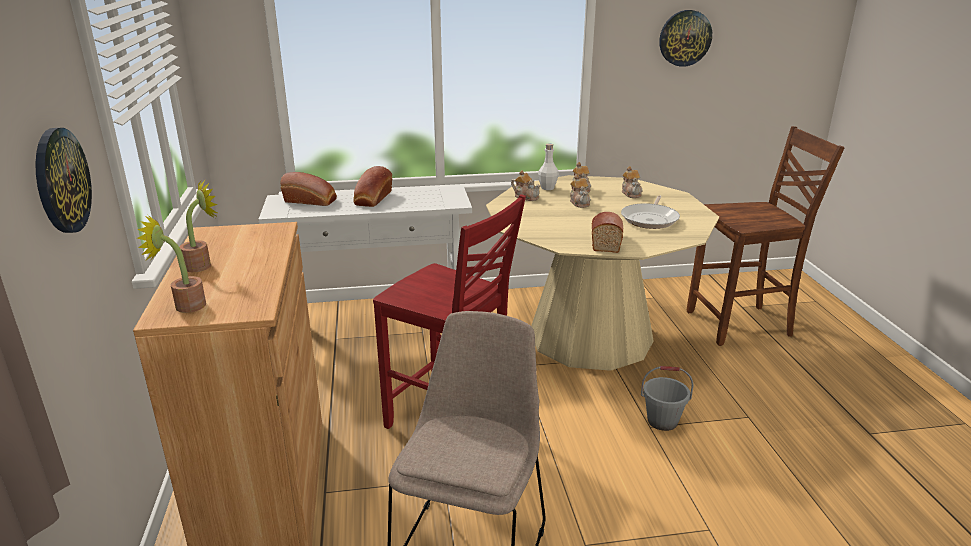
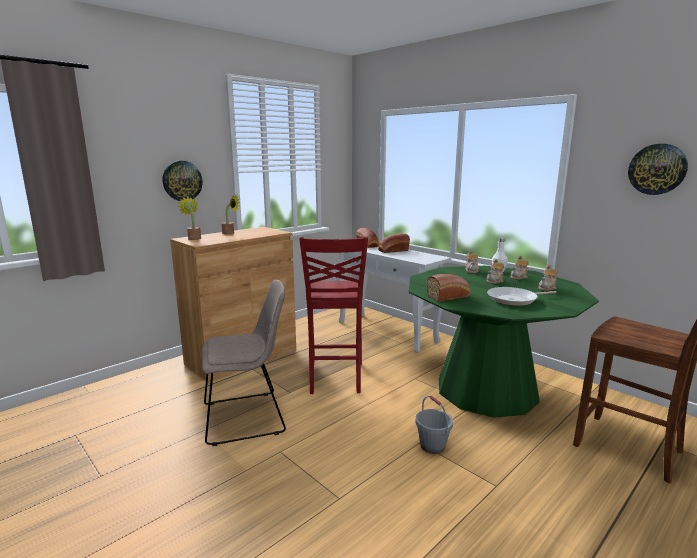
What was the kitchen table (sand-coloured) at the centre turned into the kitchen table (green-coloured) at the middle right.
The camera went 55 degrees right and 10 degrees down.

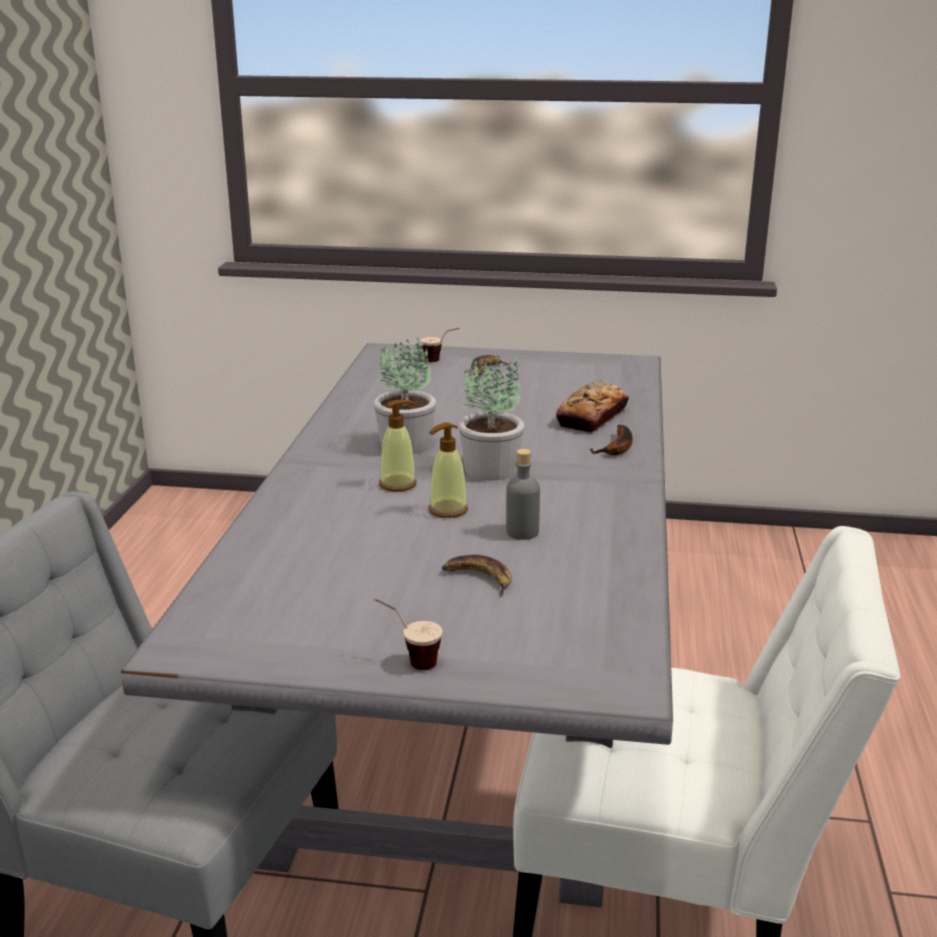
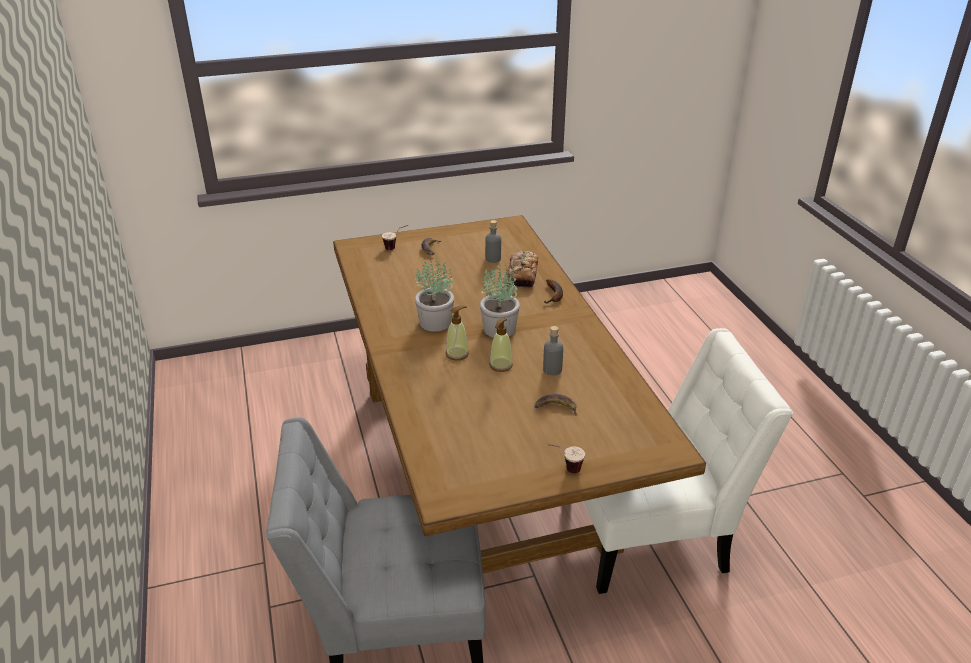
The second view gained the beverage bottle (gray) (1st from left) at the centre.
What was the kitchen table (gray) at the bottom centre turned into the kitchen table (brown) at the centre.
The camera went 25 degrees left and 10 degrees up.

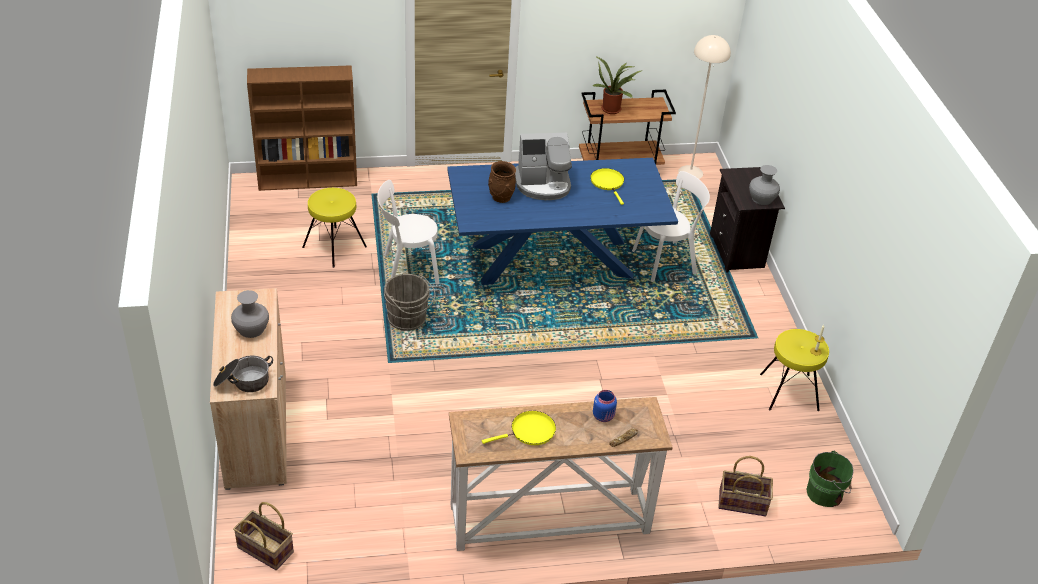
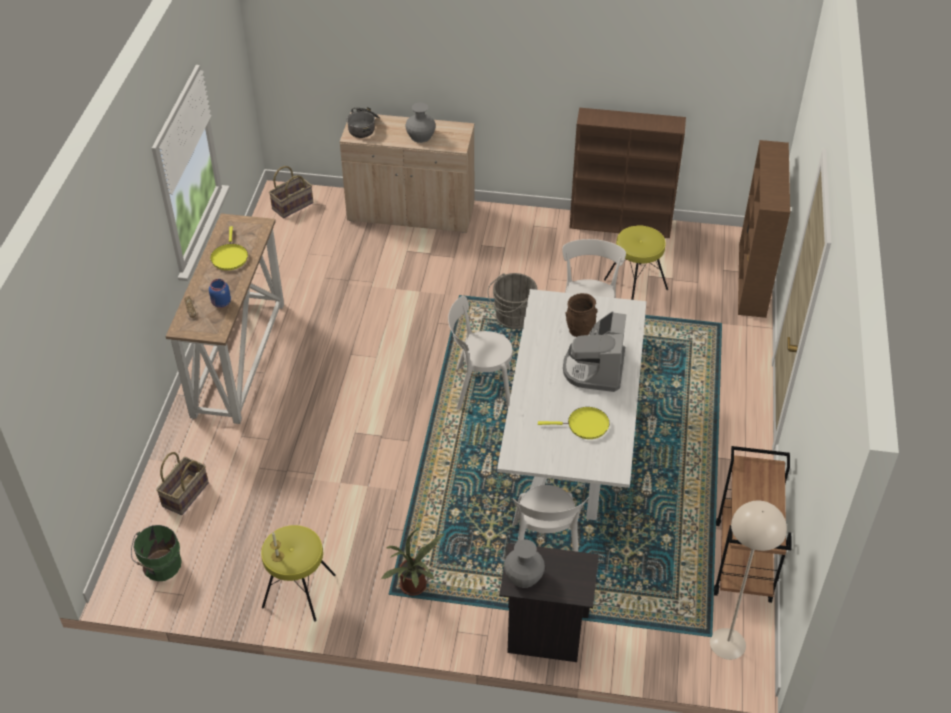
The second view gained the chair (white) (1st from left) at the centre.
The second view gained the shelving unit (brown) (1st from left) at the top centre.
The houseplant ended up elsewhere, having gone from the top centre to the bottom centre.
What was the kitchen table (blue-coloured) at the centre turned into the kitchen table (white) at the centre.
The camera went 110 degrees right and 5 degrees up.

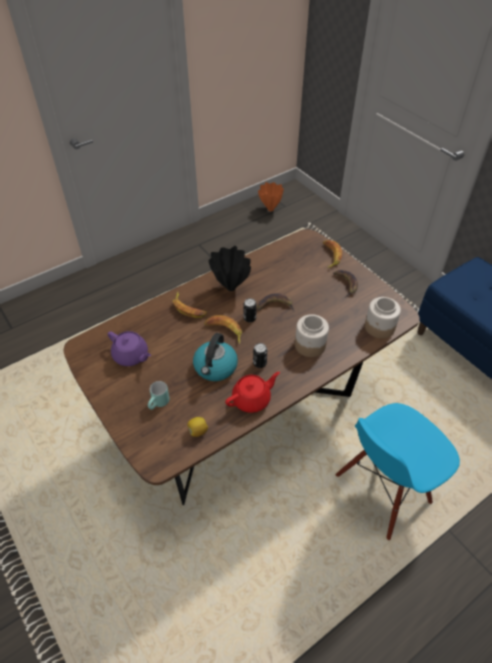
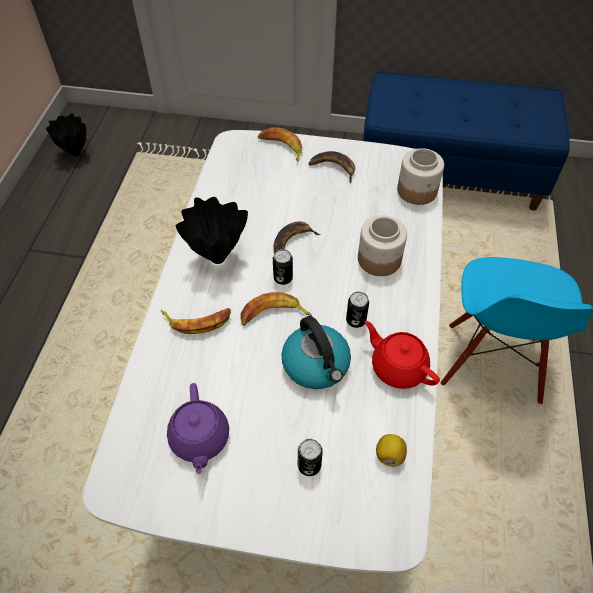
Where the mug (turquoise) stood at the middle left, the can (2nd from left) came to stand at the bottom centre.
What was the kitchen table (brown) at the centre turned into the kitchen table (white) at the centre.
What was the vase (orange) at the top centre turned into the vase (black-coloured) (1st from left) at the top left.
The pot for tea (purple) at the middle left ended up facing another way, 90 degrees clockwise from before.
The pot for tea (red-coloured) at the centre ended up facing another way, 60 degrees counterclockwise from before.
The camera went 45 degrees left and 5 degrees up.

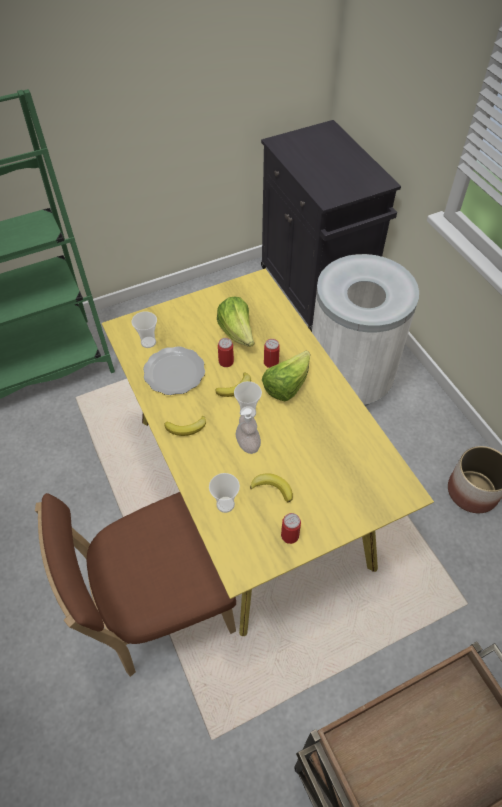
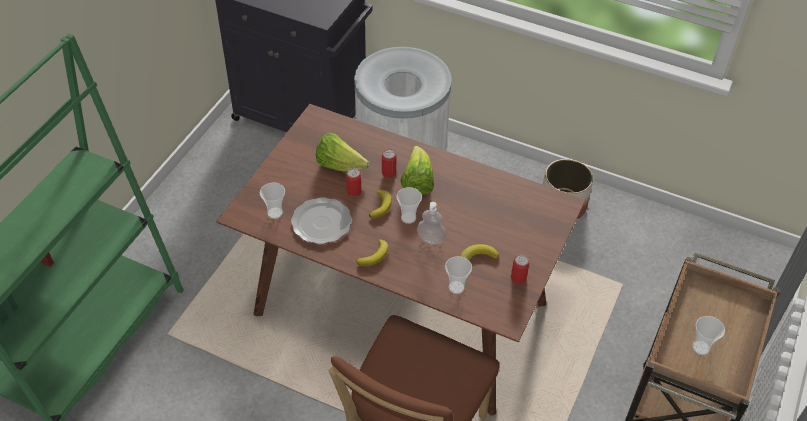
The second view gained the drinking cup (4th from left) at the bottom right.
What was the kitchen table (yellowish) at the centre turned into the kitchen table (brown) at the centre.
The camera went 40 degrees left and 5 degrees down.

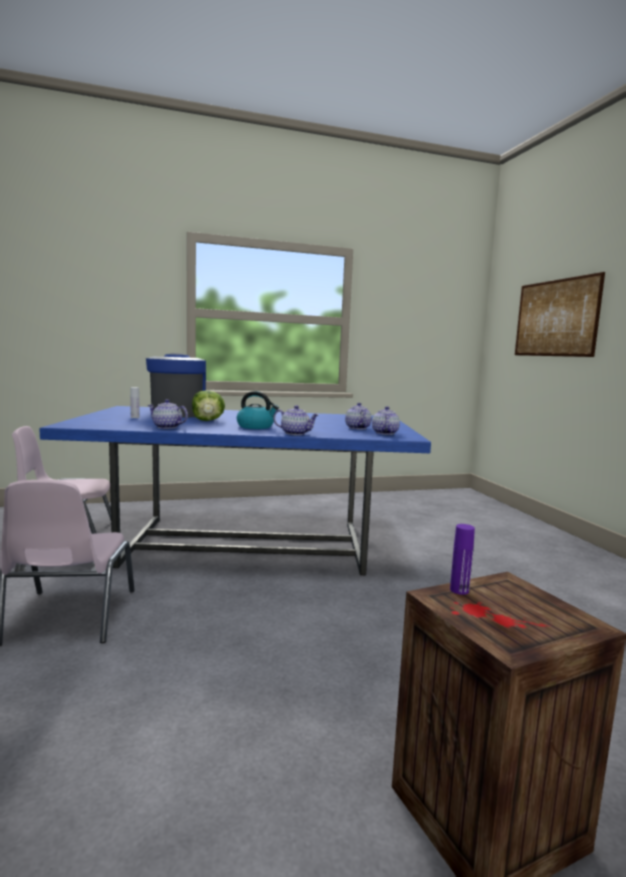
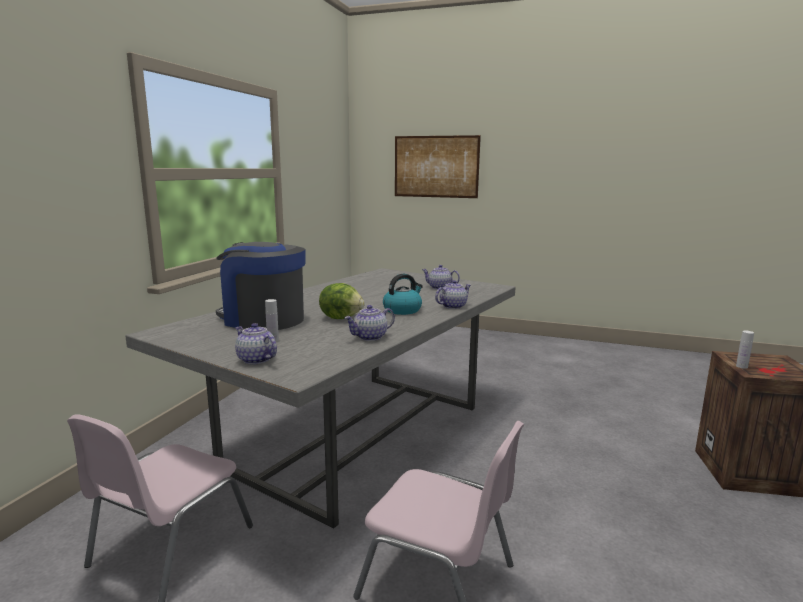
The pot for tea (4th from left in the first image) ended up elsewhere, having gone from the centre to the middle left.
What was the kitchen table (blue-coloured) at the centre turned into the kitchen table (gray) at the centre.
What was the beverage bottle (purple) at the middle right turned into the beverage bottle (white) (2nd from left) at the middle right.
The camera went 55 degrees left and 5 degrees up.

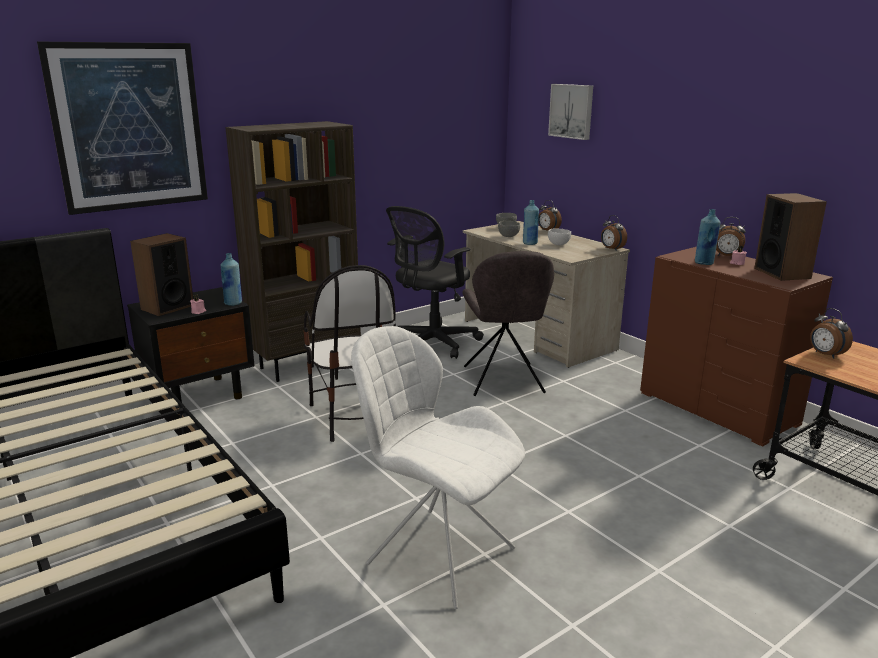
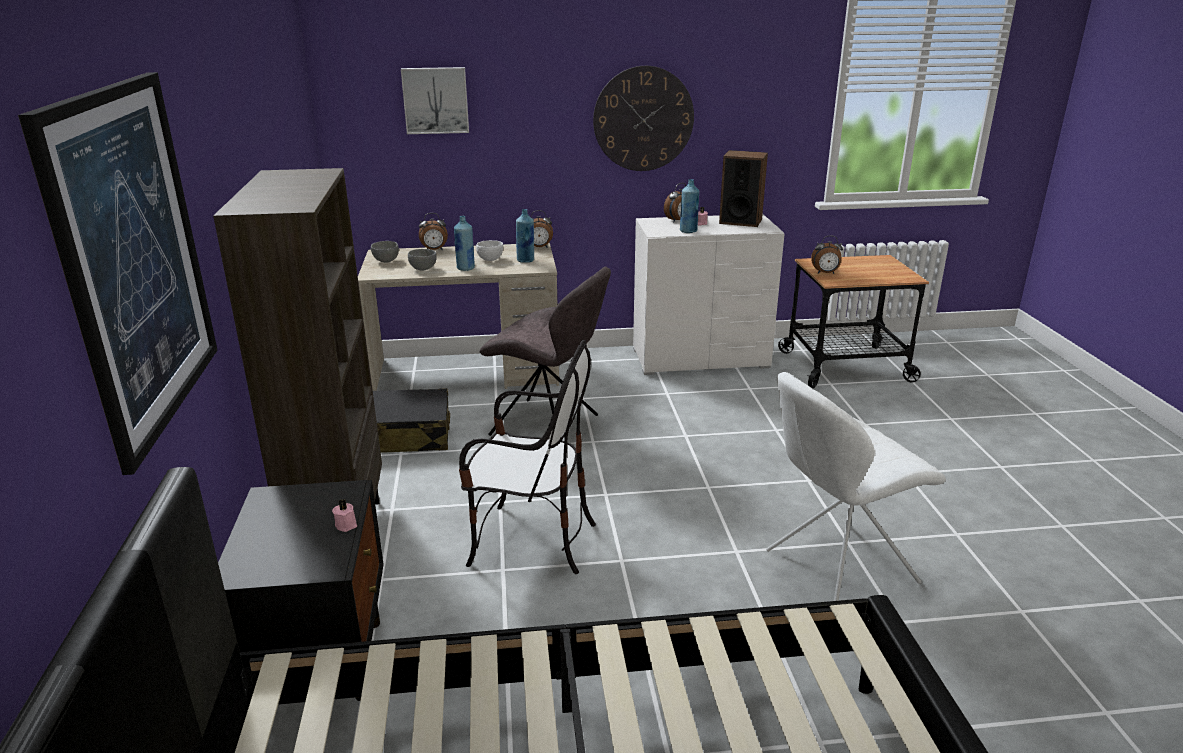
The second view lost the audio speaker (1st from left) at the middle left.
The second view gained the wall clock at the top centre.
The beverage bottle (blue-coloured) (1st from left in the first image) ended up elsewhere, having gone from the middle left to the top centre.
Where the computer chair (black-coloured) stood at the centre, the suitcase (black-coloured) came to stand at the centre.
What was the dresser (brown) at the middle right turned into the dresser (white) at the centre.
The camera went 60 degrees left and 5 degrees up.

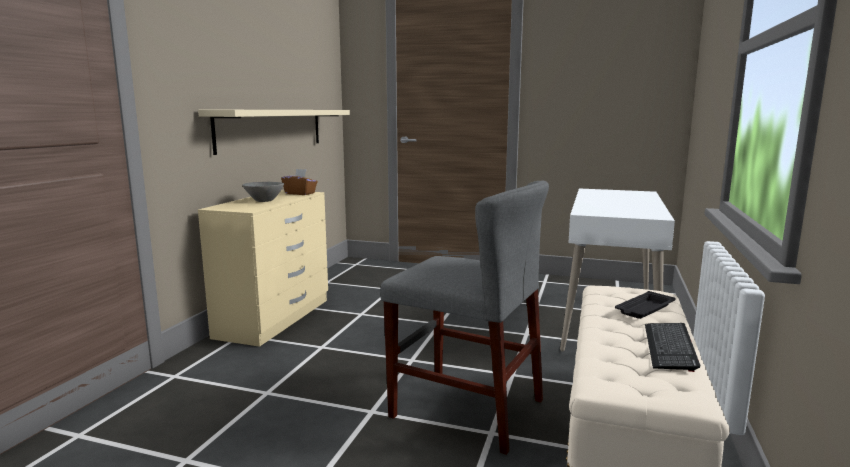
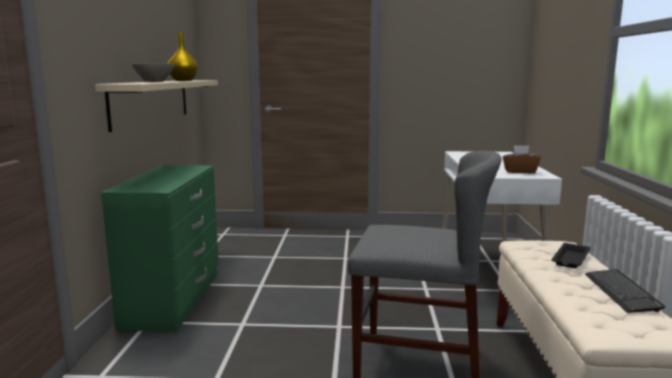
The second view gained the vase (yellowish) at the top left.
The serving bowl (gray) ended up elsewhere, having gone from the middle left to the top left.
The tissue holder (brown) ended up elsewhere, having gone from the centre to the middle right.
What was the dresser (sand-coloured) at the middle left turned into the dresser (green-coloured) at the middle left.
The camera went 15 degrees left and 0 degrees up.

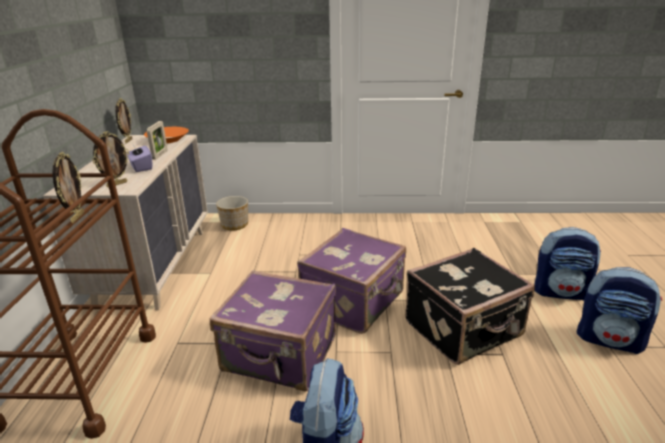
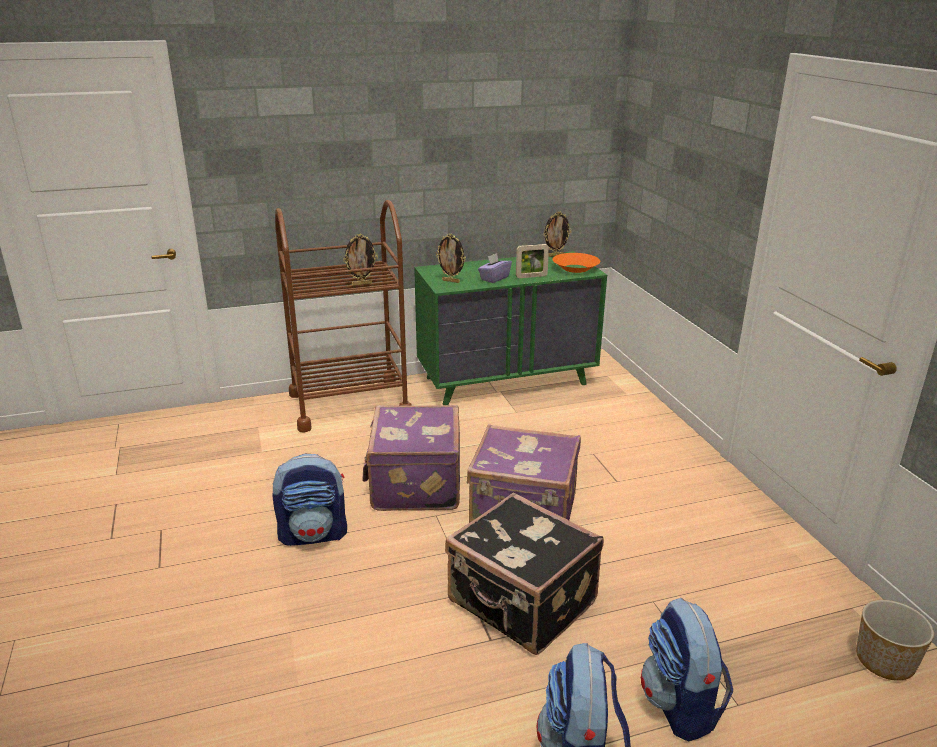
The plant pot ended up elsewhere, having gone from the centre to the bottom right.
What was the dresser (sand-coloured) at the middle left turned into the dresser (green-coloured) at the centre.
The camera went 70 degrees right and 0 degrees up.

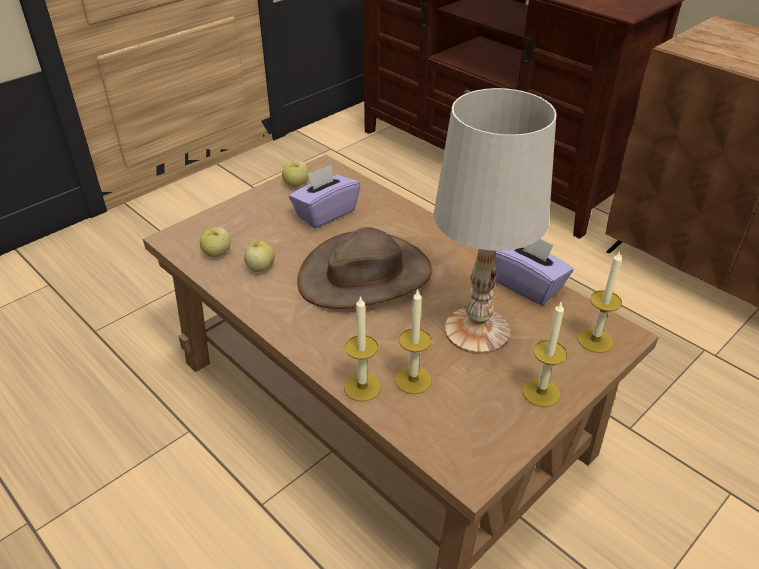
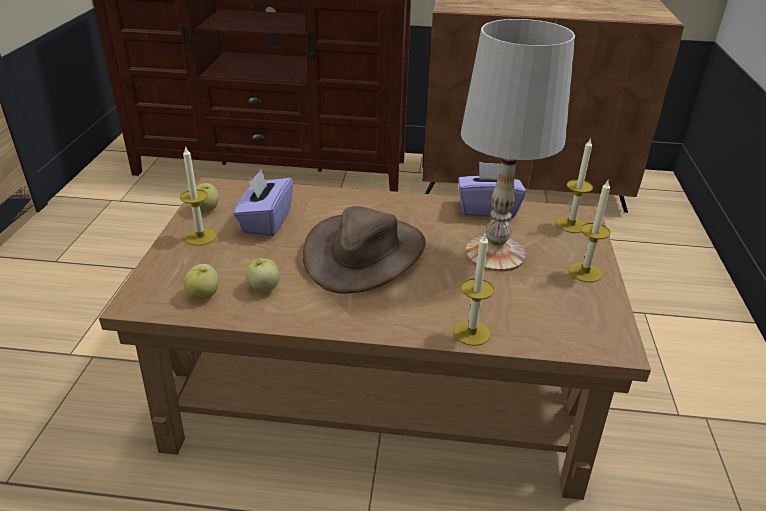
The candle (2nd from left in the first image) ended up elsewhere, having gone from the centre to the middle left.
The camera went 40 degrees left and 5 degrees down.

